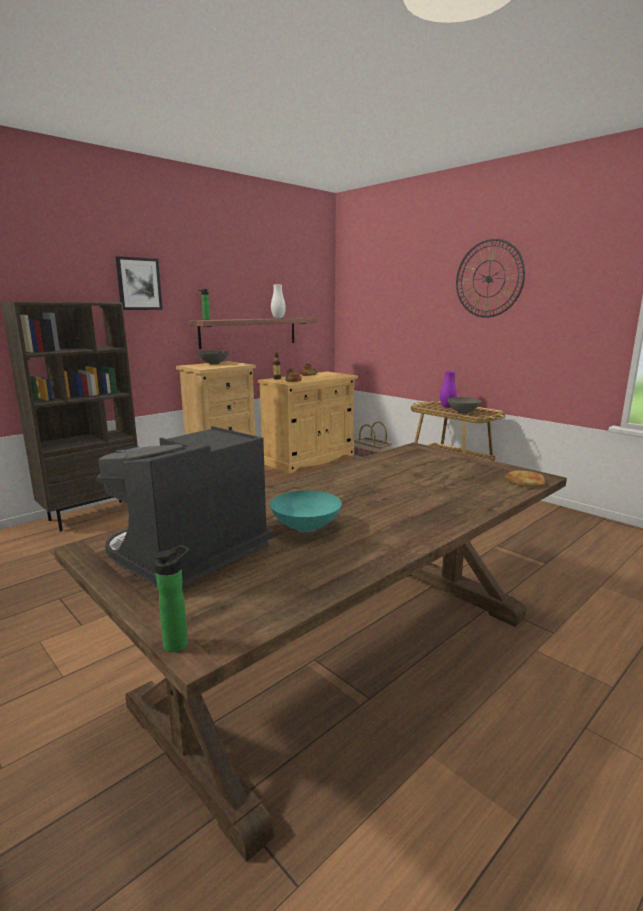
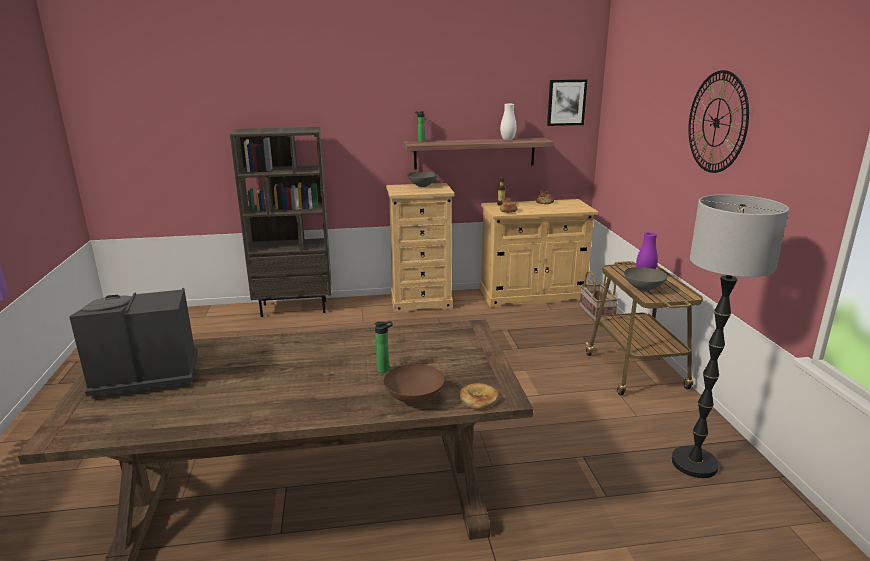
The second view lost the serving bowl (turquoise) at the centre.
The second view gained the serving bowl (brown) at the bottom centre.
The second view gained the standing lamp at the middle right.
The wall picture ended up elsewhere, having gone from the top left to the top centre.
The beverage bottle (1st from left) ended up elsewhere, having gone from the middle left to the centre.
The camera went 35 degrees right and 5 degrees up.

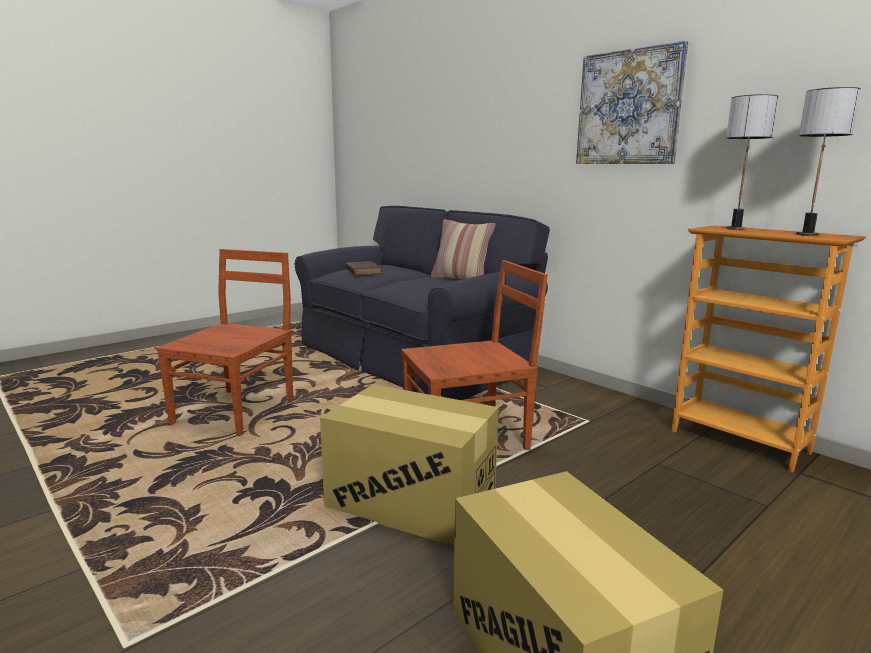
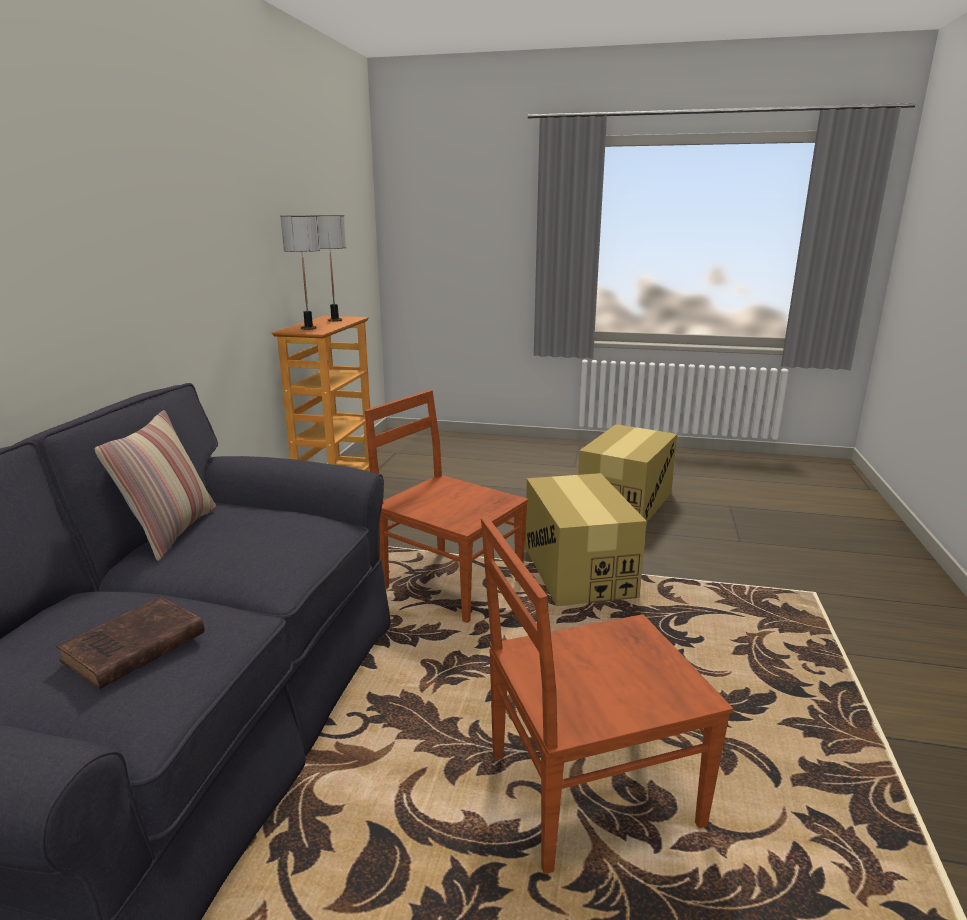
The second view lost the wall picture at the top right.
The camera went 125 degrees left and 5 degrees up.

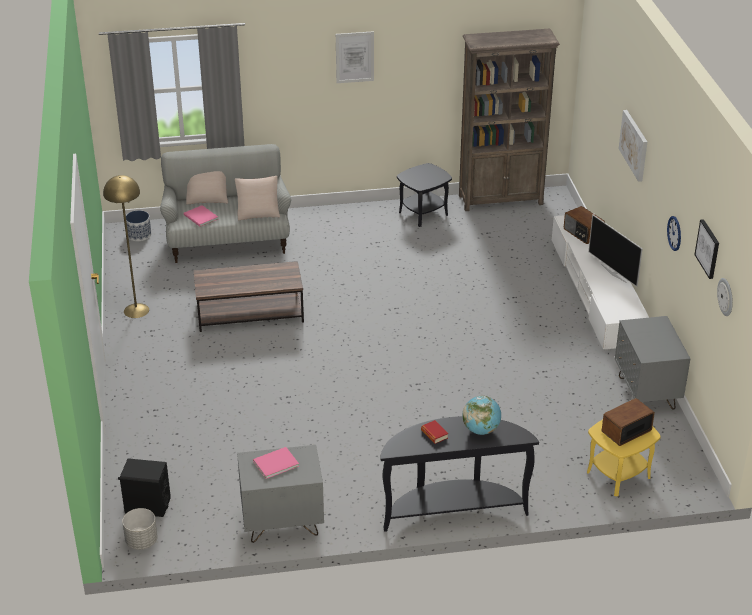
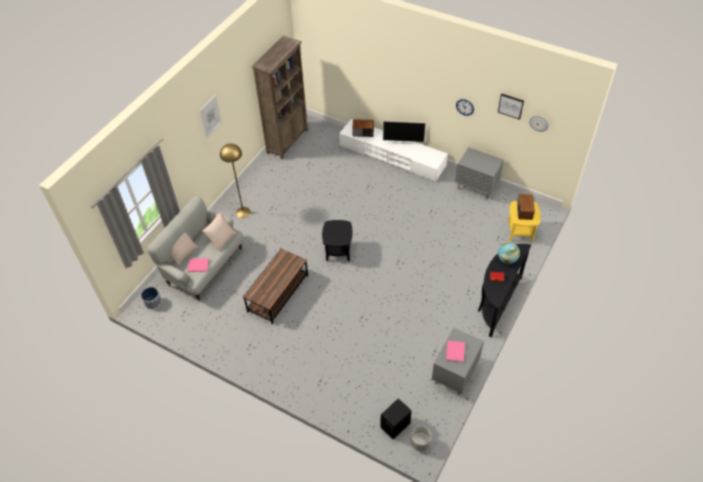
The second view lost the wall picture (2nd from left) at the top right.
The standing lamp (yellowish) ended up elsewhere, having gone from the middle left to the centre.
The side table (black-coloured) ended up elsewhere, having gone from the top centre to the centre.
The camera went 50 degrees left and 15 degrees up.

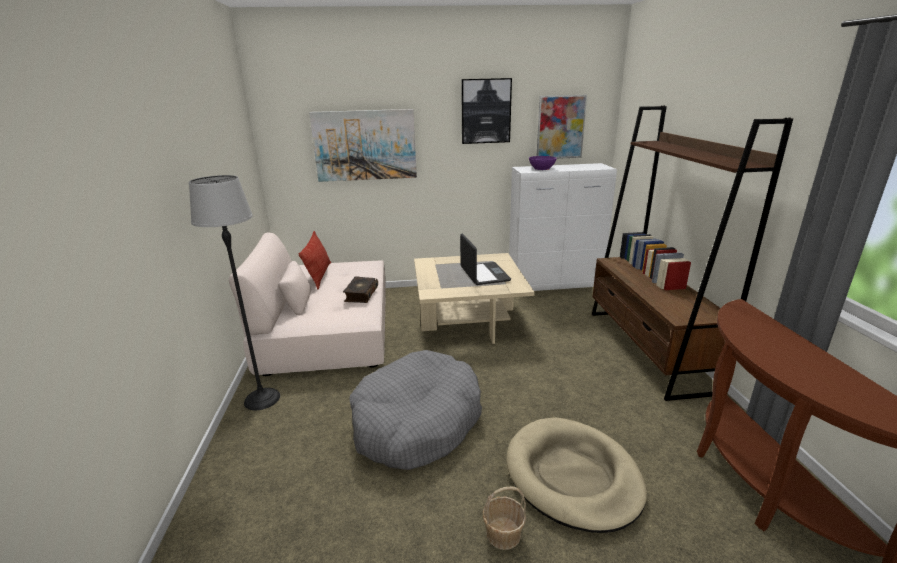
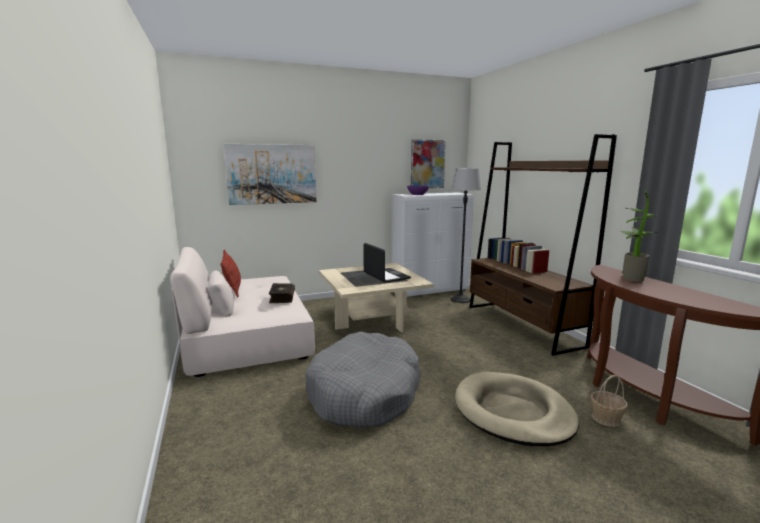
The second view lost the wall picture (2nd from left) at the top centre.
The second view gained the houseplant at the middle right.
The standing lamp ended up elsewhere, having gone from the middle left to the centre.
The household basket ended up elsewhere, having gone from the bottom centre to the bottom right.
The camera went 15 degrees left and 10 degrees down.

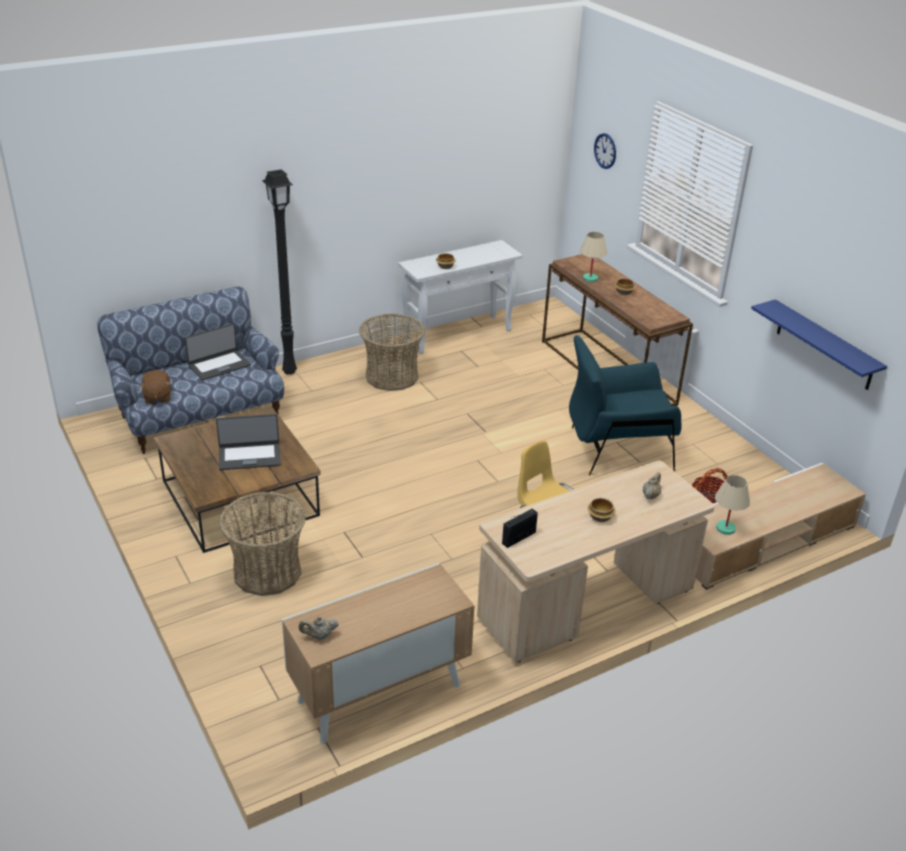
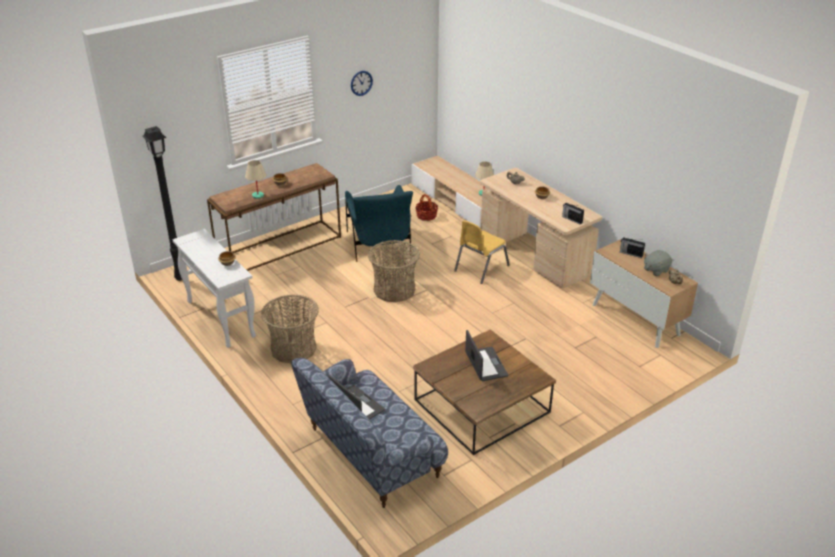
The second view lost the plush toy (brown) at the middle left.
The second view lost the bracket shelf (blue-coloured) at the middle right.
The second view gained the radio set (2nd from left) at the middle right.
The second view gained the plush toy (gray) at the middle right.
The household basket (1st from left in the first image) ended up elsewhere, having gone from the middle left to the centre.
The standing lamp (black-coloured) ended up elsewhere, having gone from the top left to the middle left.
The wall clock ended up elsewhere, having gone from the top right to the top centre.
The camera went 95 degrees left and 0 degrees up.

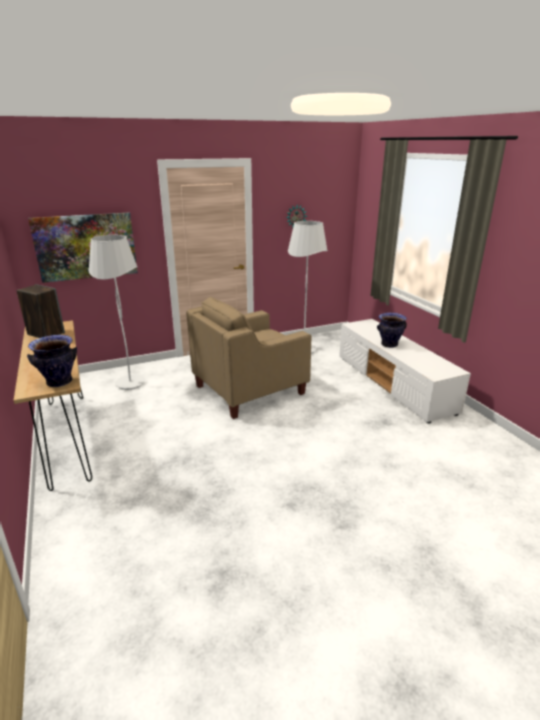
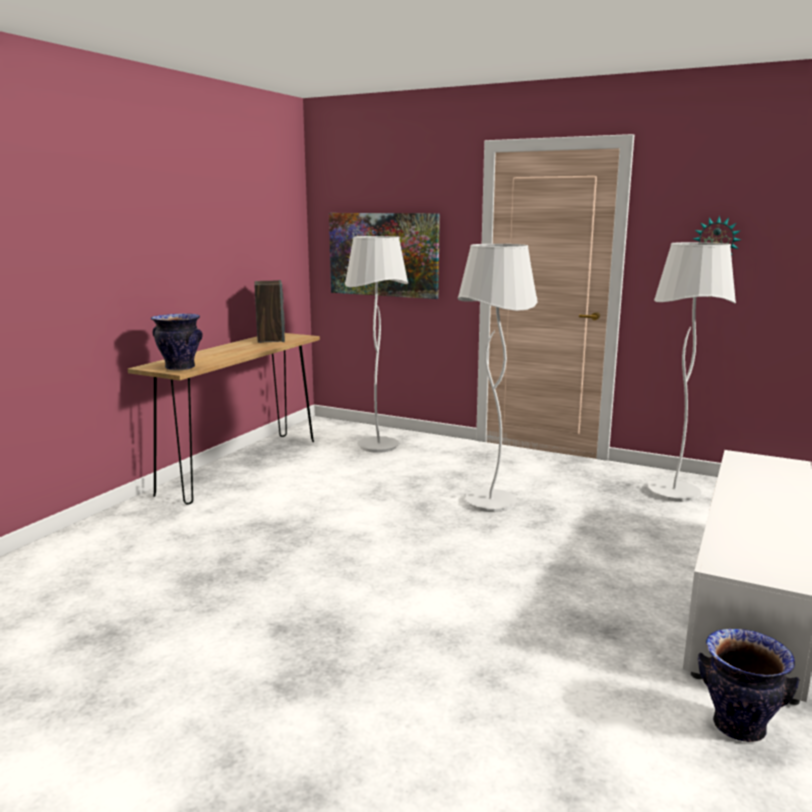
The vase (2nd from left) ended up elsewhere, having gone from the middle right to the bottom right.
Where the easy chair (sand-coloured) stood at the centre, the standing lamp (white) (2nd from left) came to stand at the centre.
The camera went 50 degrees right and 10 degrees down.

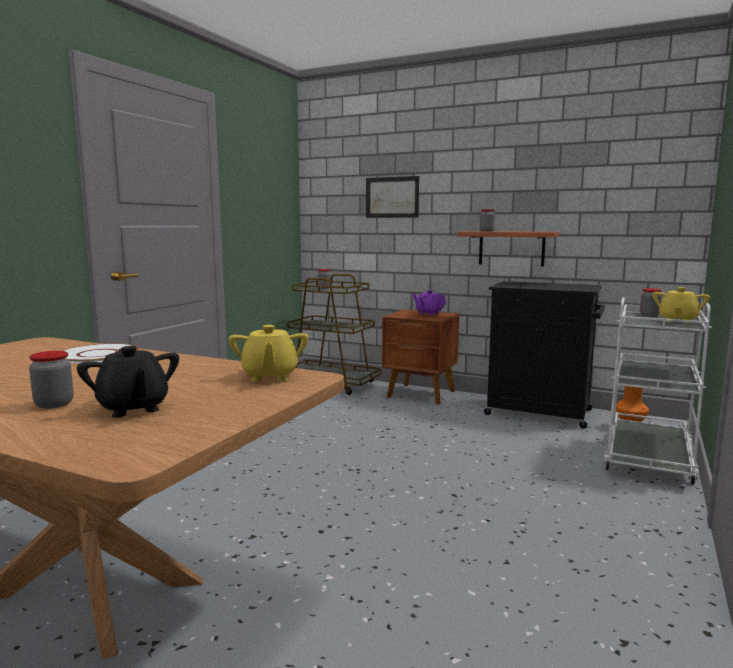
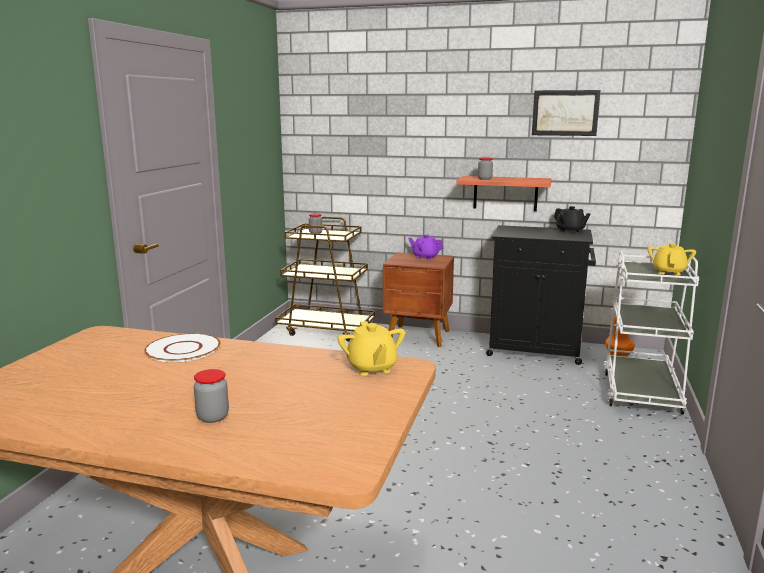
The second view lost the preserve jar (4th from left) at the middle right.
The pot for tea (black-coloured) ended up elsewhere, having gone from the middle left to the middle right.
The wall picture ended up elsewhere, having gone from the top centre to the top right.
The camera went 10 degrees left and 5 degrees up.

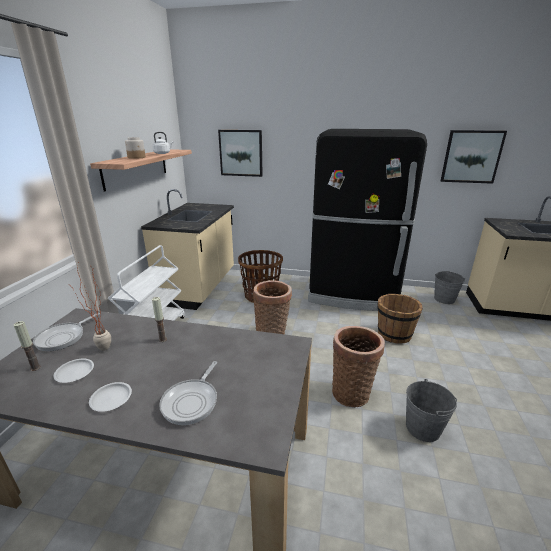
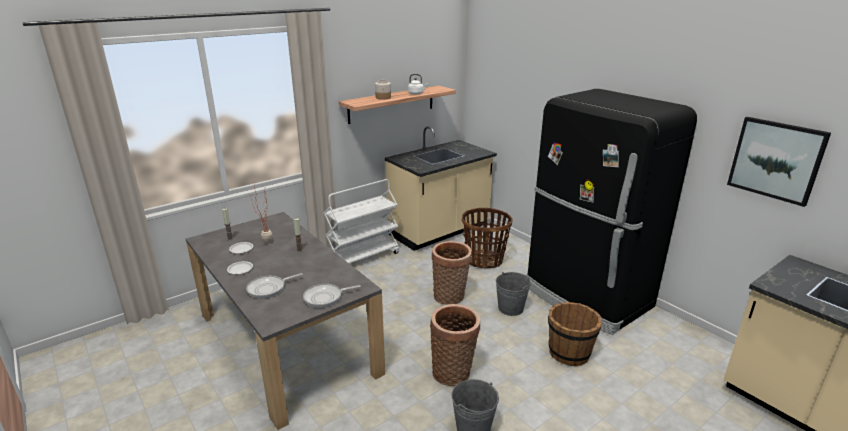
The second view lost the wall picture (1st from left) at the top centre.
The frying pan (1st from left in the first image) ended up elsewhere, having gone from the middle left to the bottom centre.
The pail (gray) (2nd from left) ended up elsewhere, having gone from the middle right to the bottom centre.
The camera went 40 degrees right and 0 degrees up.

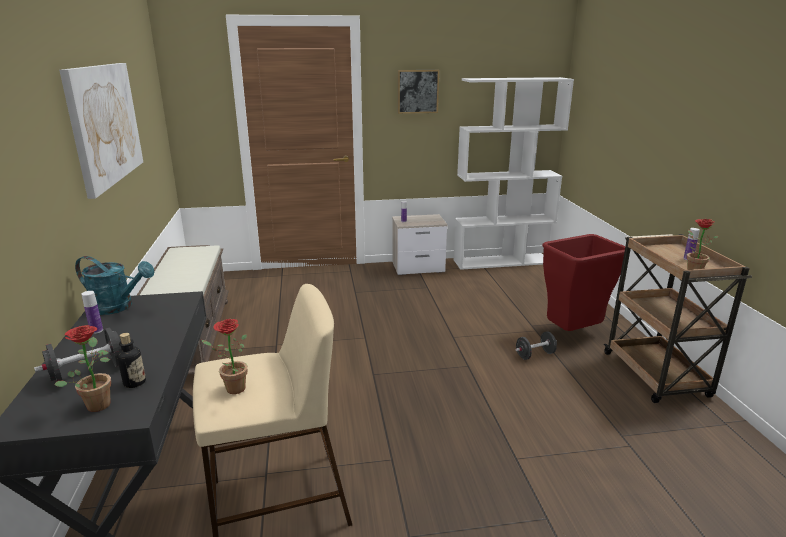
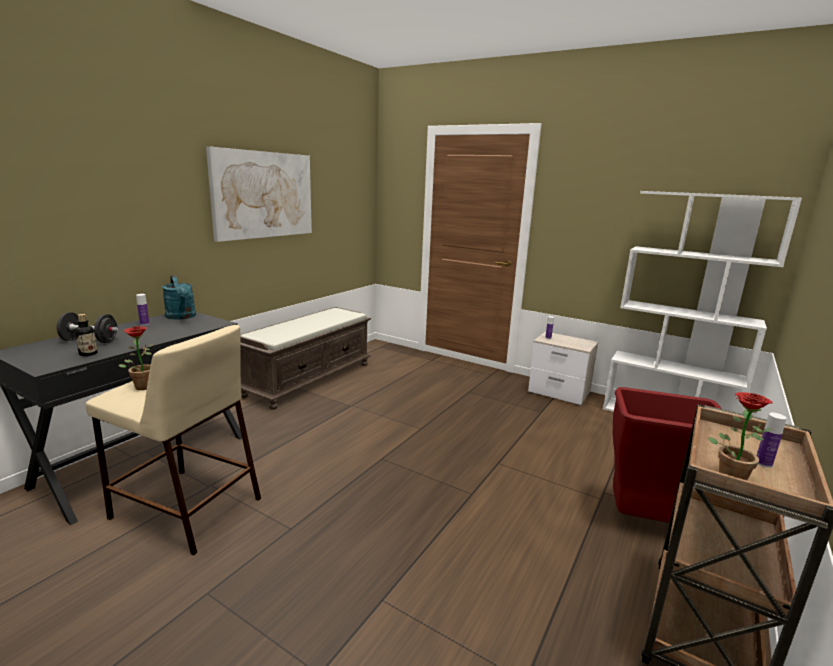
The second view lost the houseplant (1st from left) at the bottom left.
The second view lost the wall picture (2nd from left) at the top centre.
The second view lost the hand weight (black-coloured) (2nd from left) at the middle right.
The camera went 40 degrees right and 5 degrees down.

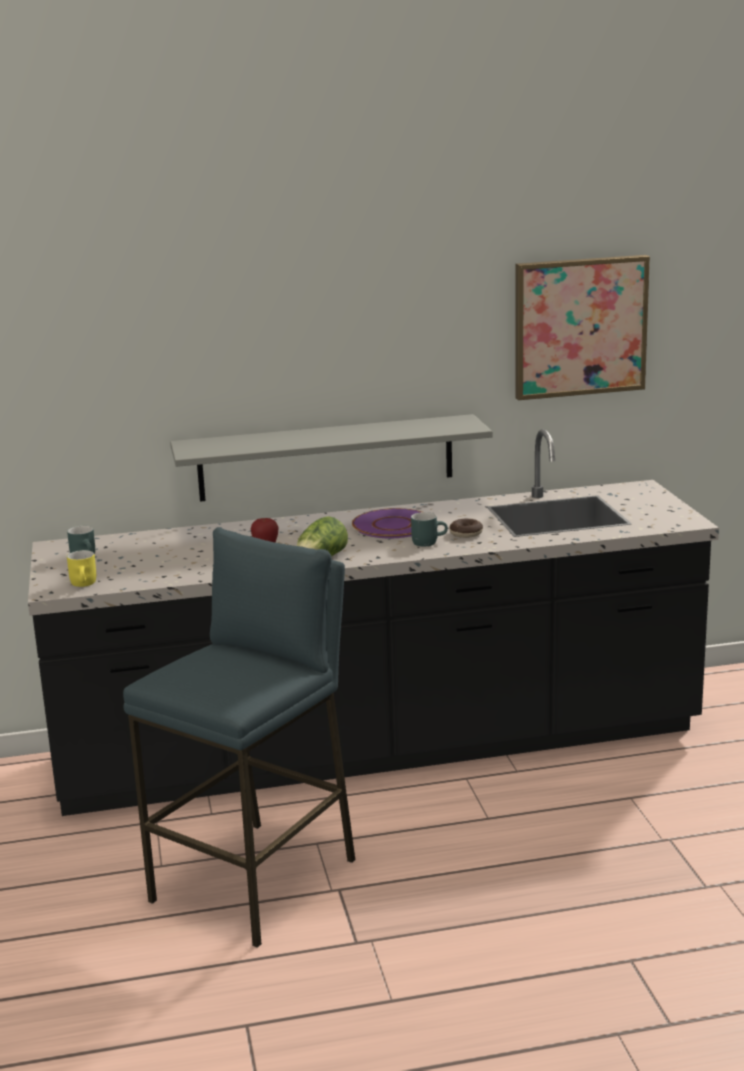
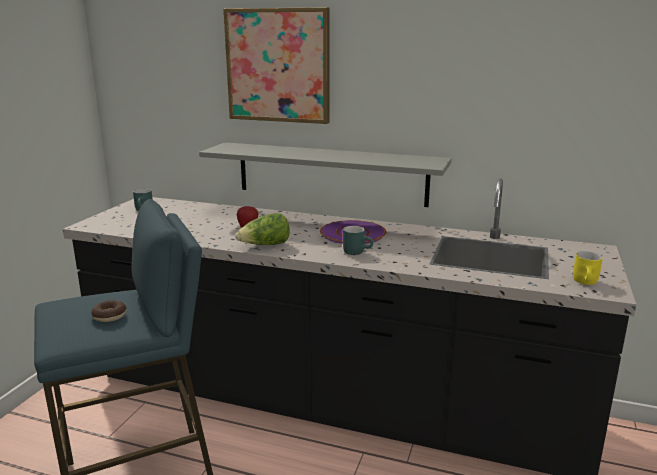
The mug (yellowish) ended up elsewhere, having gone from the middle left to the middle right.
The doughnut ended up elsewhere, having gone from the centre to the middle left.
The wall picture ended up elsewhere, having gone from the top right to the top centre.
The camera went 30 degrees right and 0 degrees up.

